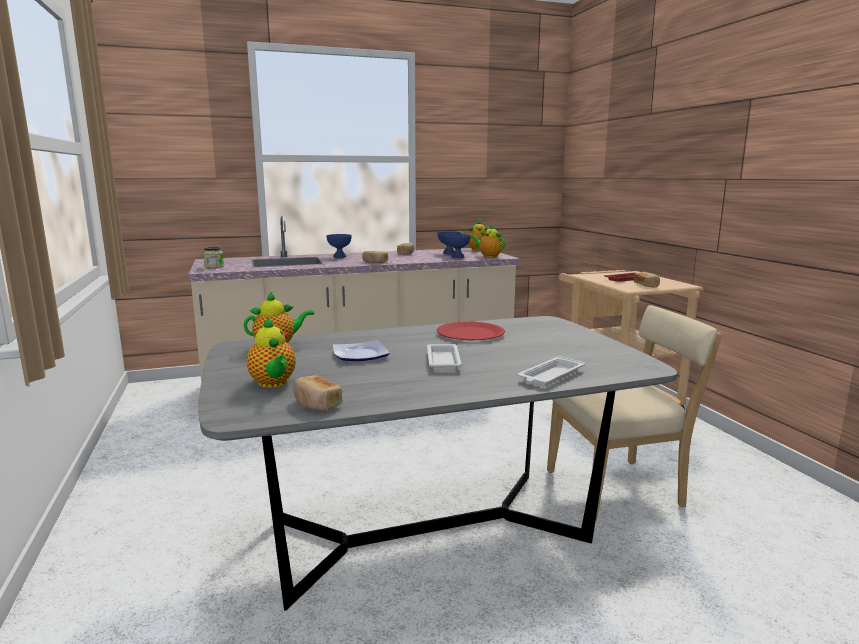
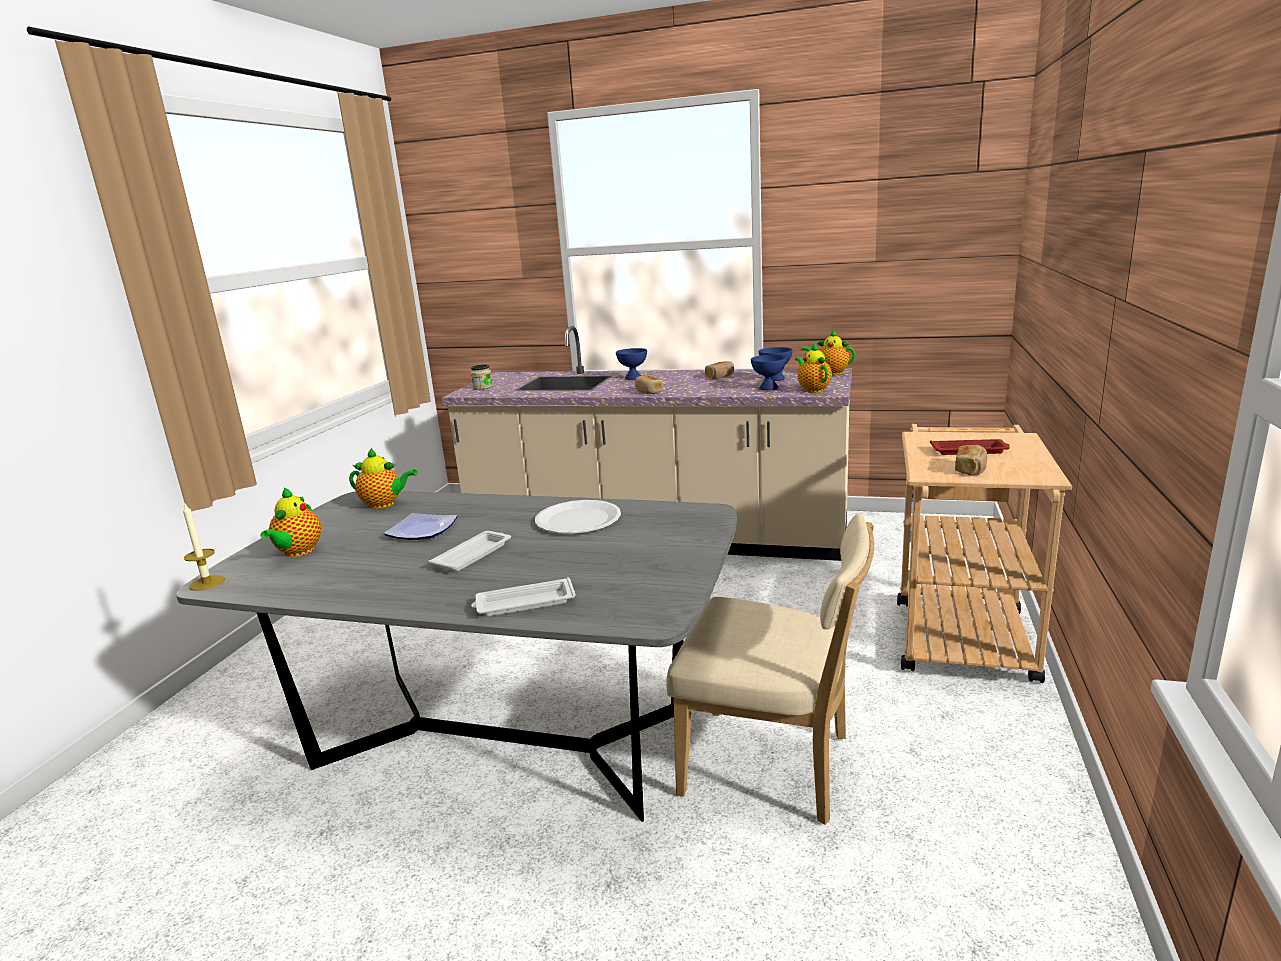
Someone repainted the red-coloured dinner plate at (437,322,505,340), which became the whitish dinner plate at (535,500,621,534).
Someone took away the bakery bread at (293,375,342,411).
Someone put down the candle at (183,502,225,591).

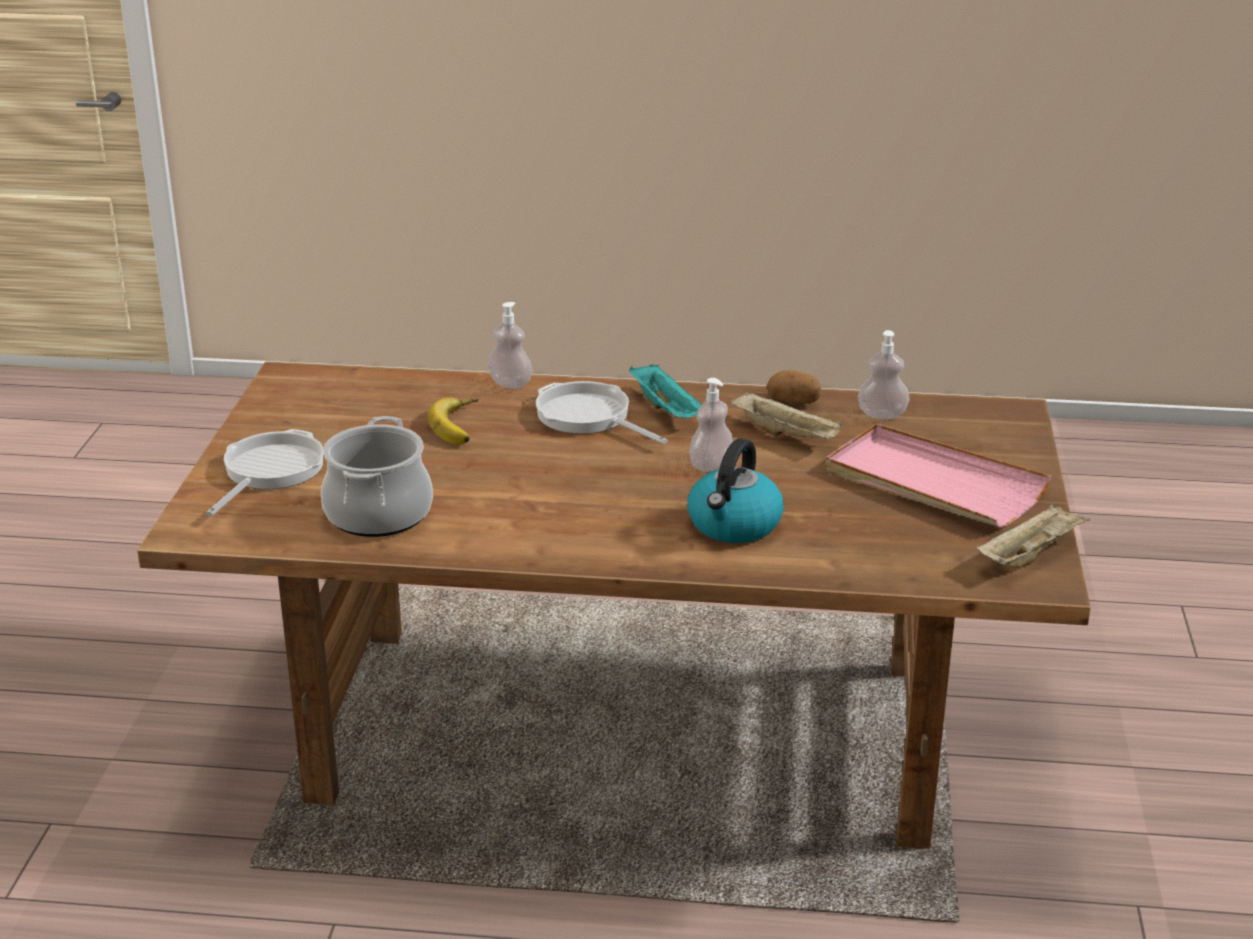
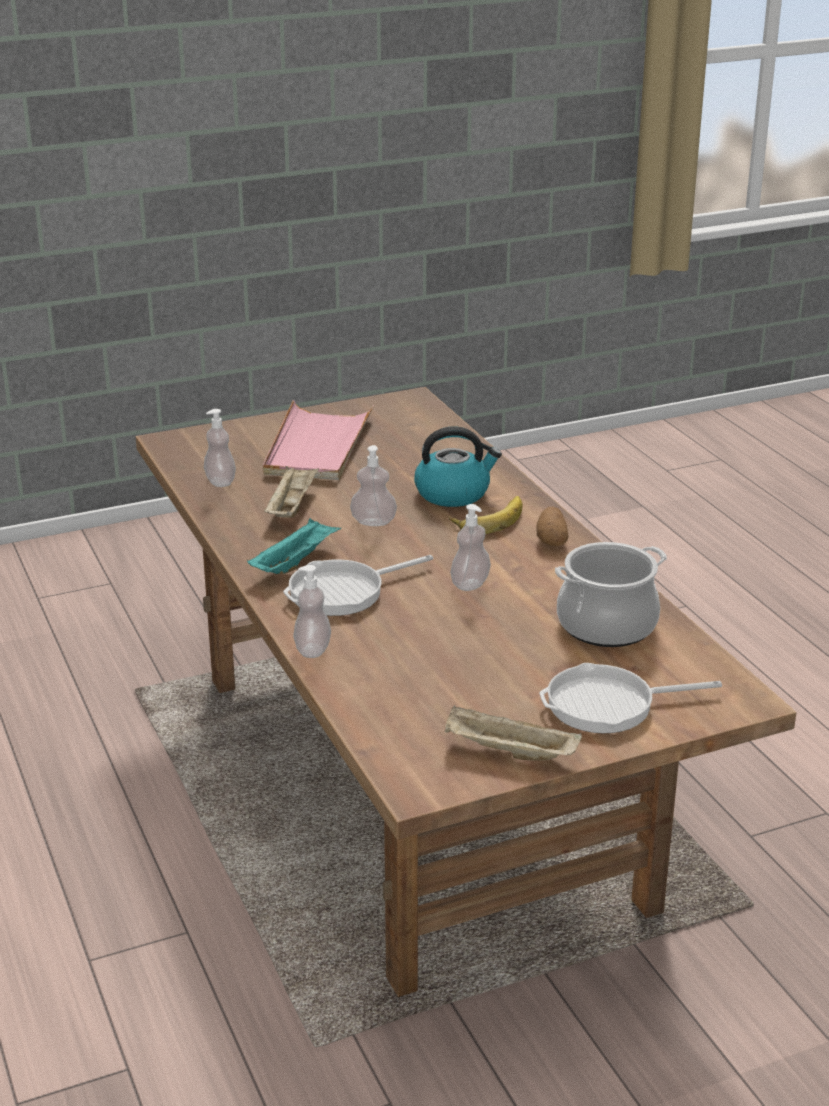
Someone carried the potato from (767,370,821,404) to (537,507,568,546).
Someone rotated the skillet at (536,381,668,444) by 45 degrees clockwise.
Someone carried the banana fruit from (427,397,479,445) to (449,496,523,534).
Someone carried the beige-coloured serving tray from (977,502,1091,568) to (445,705,582,761).
Someone put down the soap dispenser at (450,504,491,591).

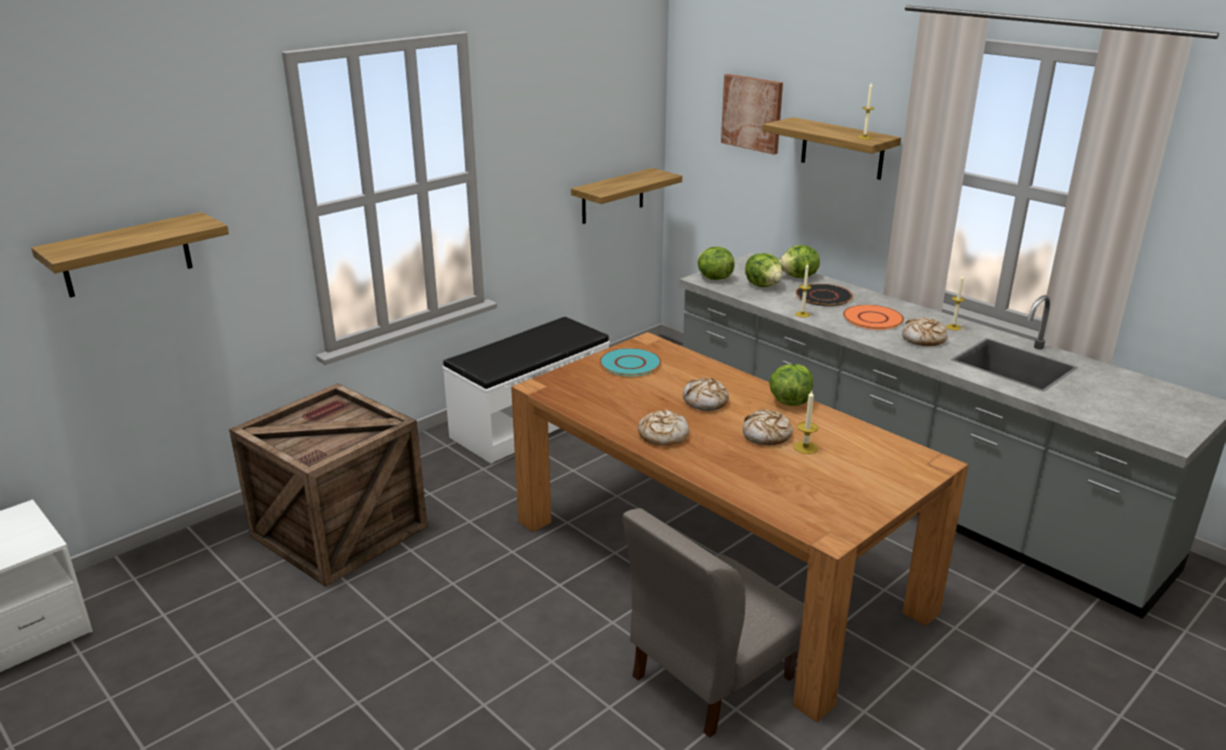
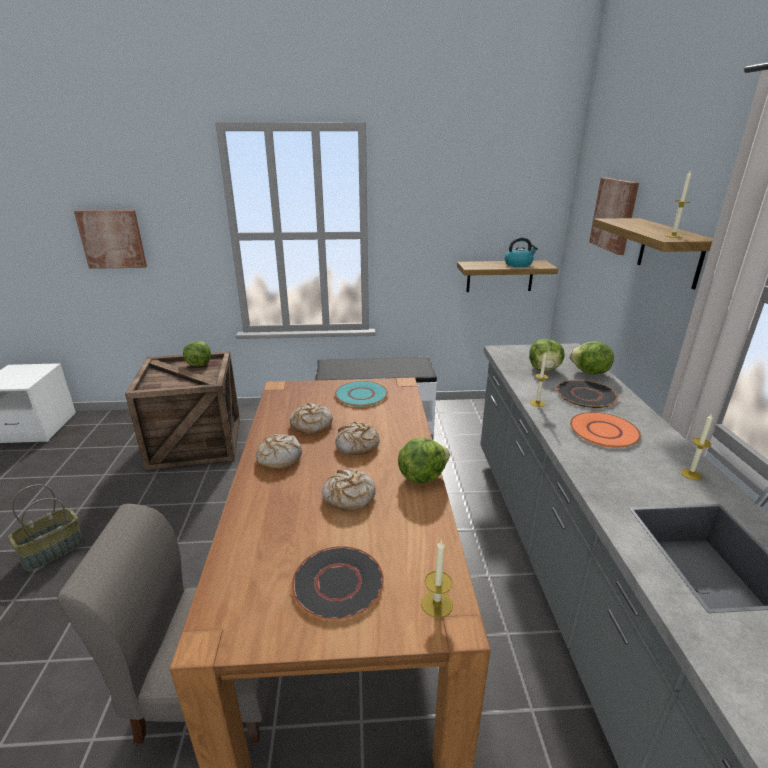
Someone swapped the shelf at (31,212,229,297) for the wall art at (74,210,147,269).
Someone carried the lettuce head from (697,247,735,280) to (183,341,211,367).
Someone carried the bakery bread from (902,317,947,346) to (290,403,333,433).
Someone carried the candle from (794,390,818,454) to (421,539,453,618).
Someone put down the tea kettle at (505,237,538,267).
Someone put down the basket at (8,484,84,571).
Someone put down the blackish dinner plate at (291,546,384,620).

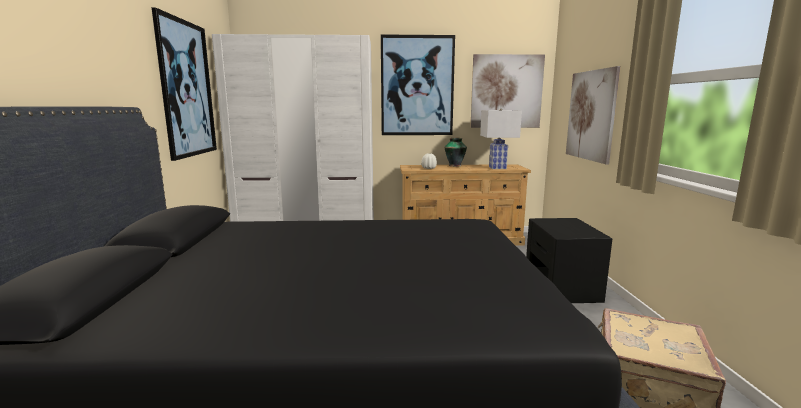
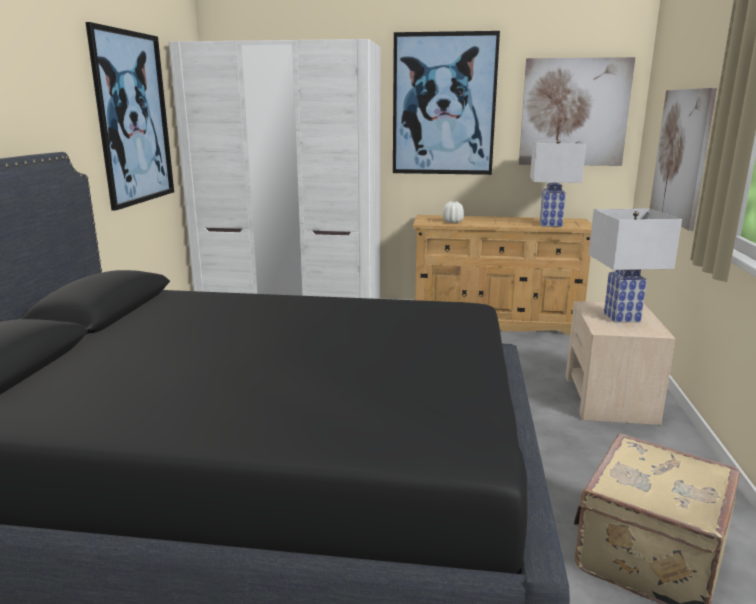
Someone took away the decorative vase at (444,138,467,167).
Someone repainted the blackish nightstand at (526,218,613,303), which became the beige-coloured nightstand at (566,301,675,425).
Someone put down the whitish table lamp at (589,208,682,323).

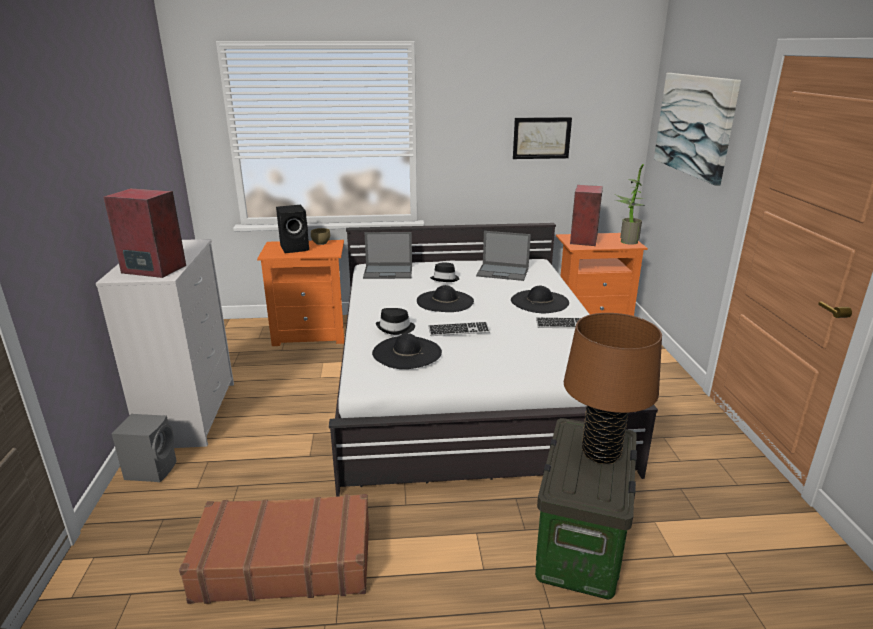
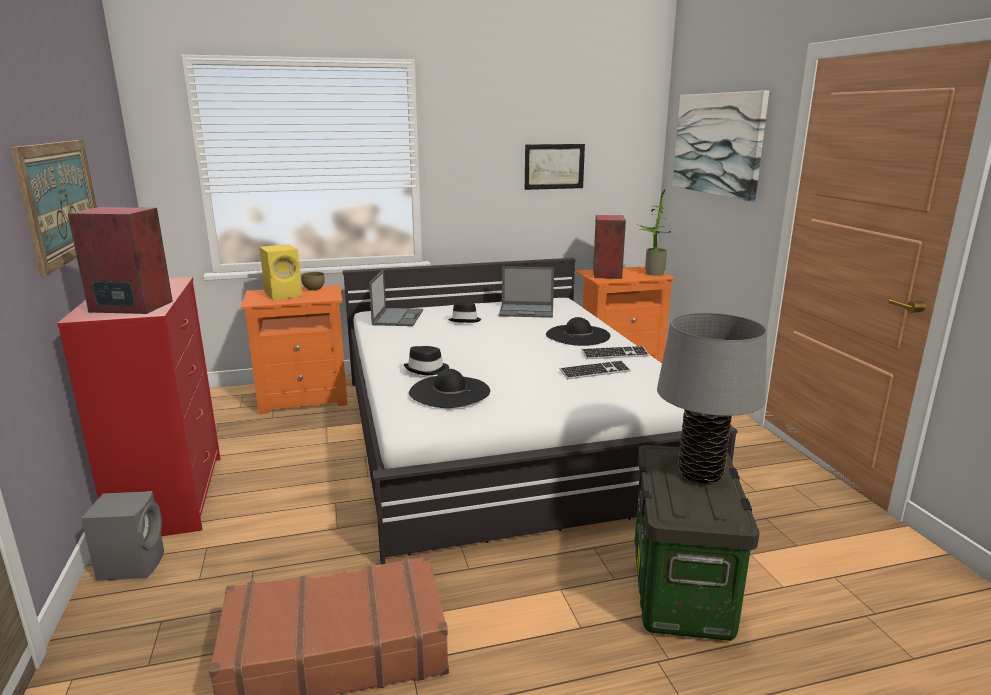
Someone repainted the blackish audio speaker at (276,205,309,253), which became the yellow audio speaker at (259,244,302,300).
Someone rotated the portable computer at (363,232,412,279) by 75 degrees counterclockwise.
Someone repainted the whitish drawer chest at (96,239,234,448), which became the red-coloured drawer chest at (57,277,220,536).
Someone took away the blackish hat at (417,285,474,312).
Someone repainted the brownish table lamp at (564,313,662,464), which became the grey table lamp at (657,312,767,484).
Someone carried the keyboard from (428,322,490,336) to (560,360,631,379).
Someone put up the wall art at (11,140,97,276).

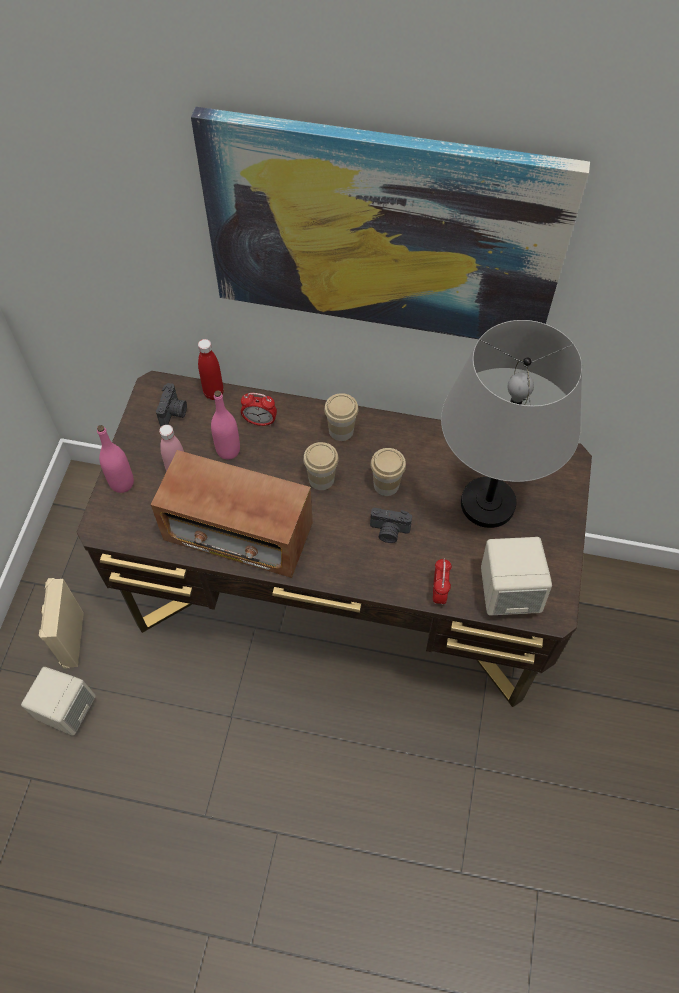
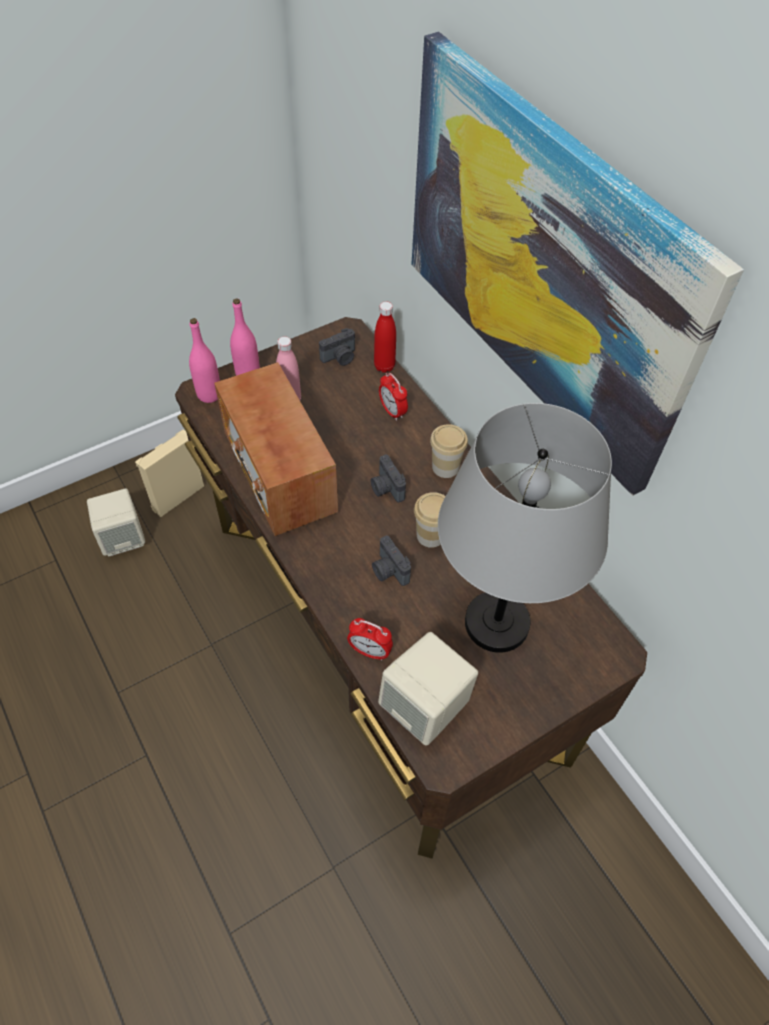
Someone carried the pink drink bottle from (211,390,240,459) to (189,318,220,403).
Someone swapped the small cup at (303,442,339,490) for the photo camera at (370,454,406,503).
Someone rotated the bedside clock at (433,559,452,605) by 60 degrees clockwise.

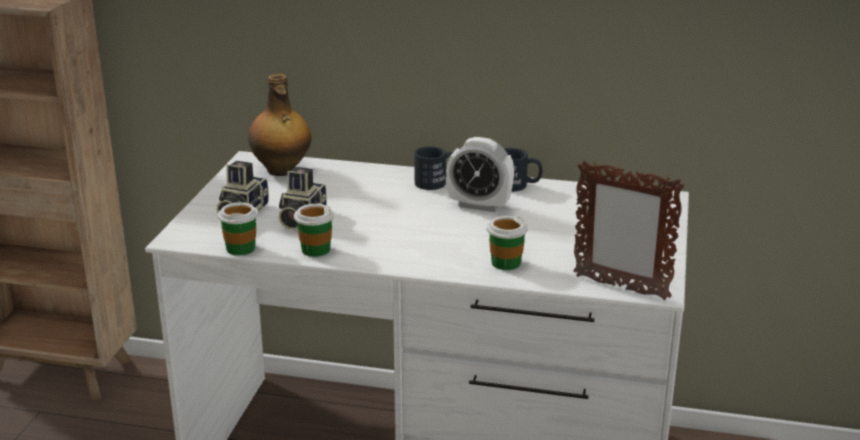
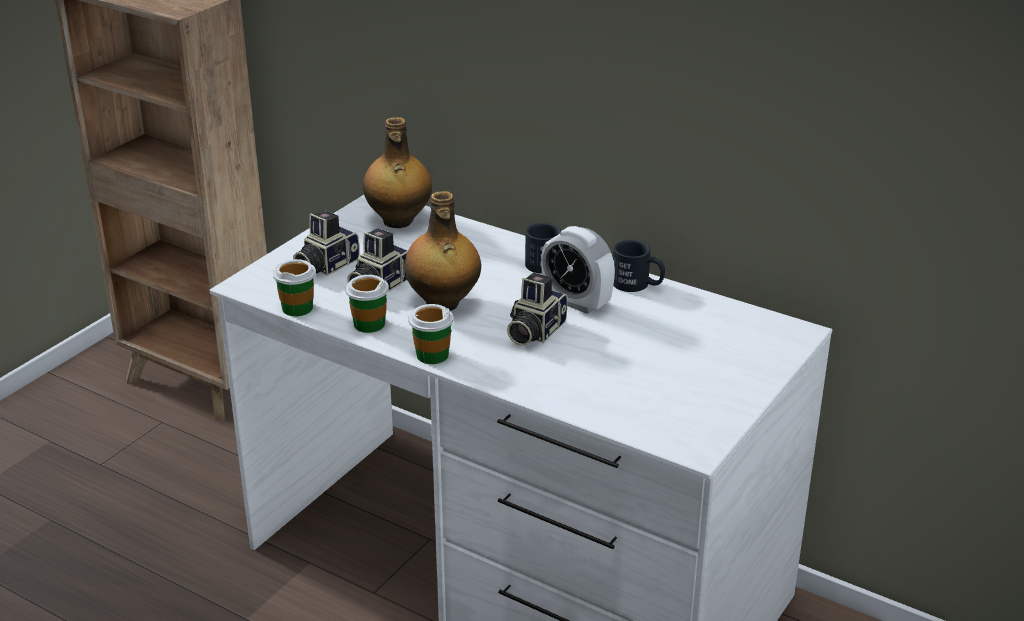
Someone took away the photo frame at (573,160,684,300).
Someone carried the small cup from (487,216,528,270) to (408,304,454,364).
Someone put down the drink bottle at (404,191,481,311).
Someone put down the photo camera at (507,273,567,346).

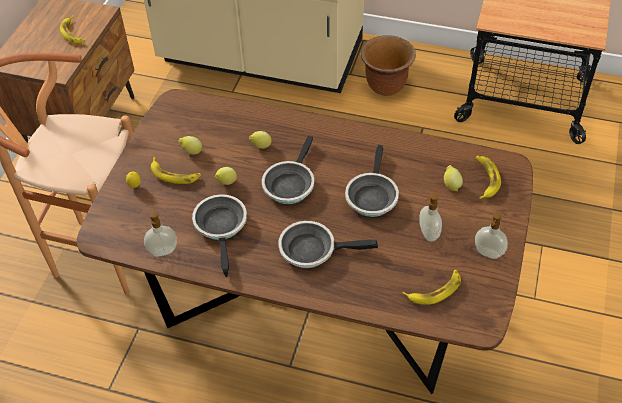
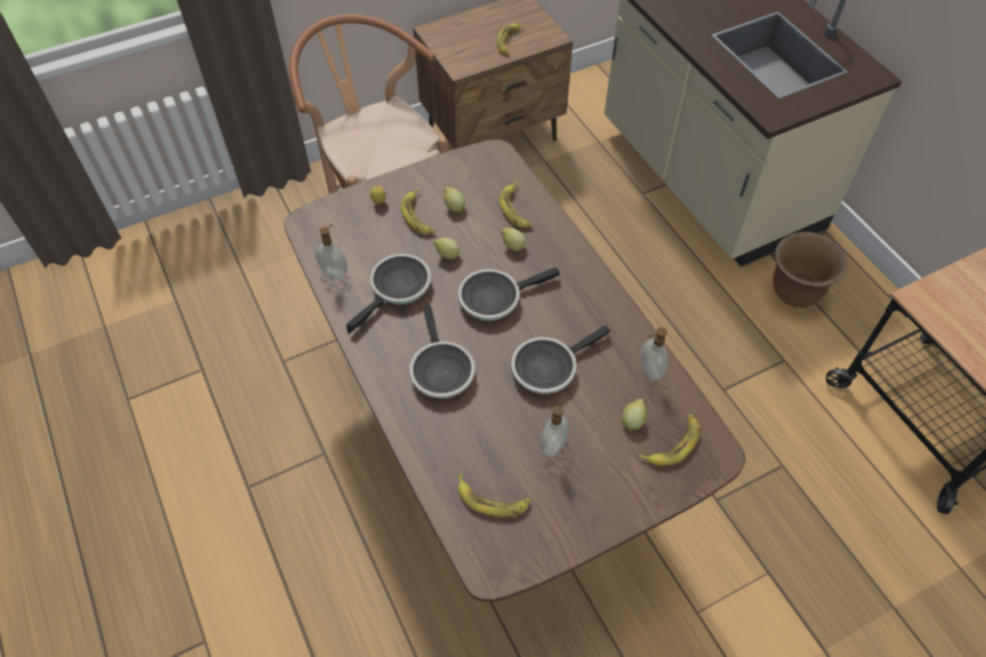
Someone carried the soap dispenser from (475,212,508,259) to (641,327,668,380).
Someone rotated the skillet at (278,221,378,268) by 150 degrees counterclockwise.
Someone put down the banana fruit at (499,182,532,228).

